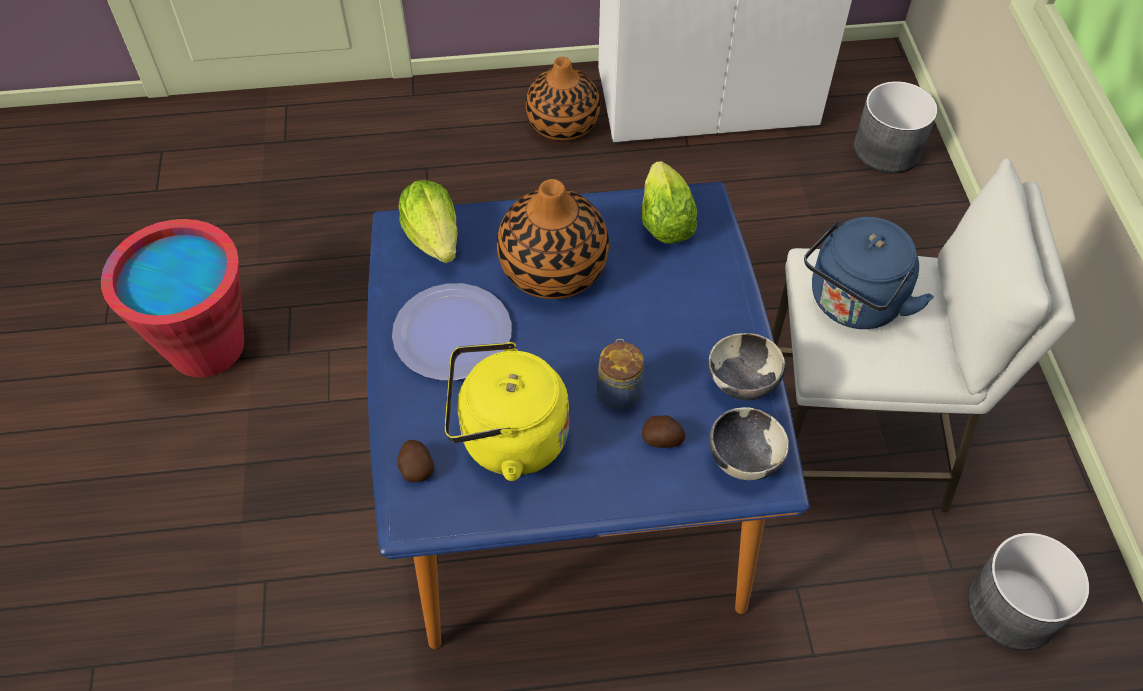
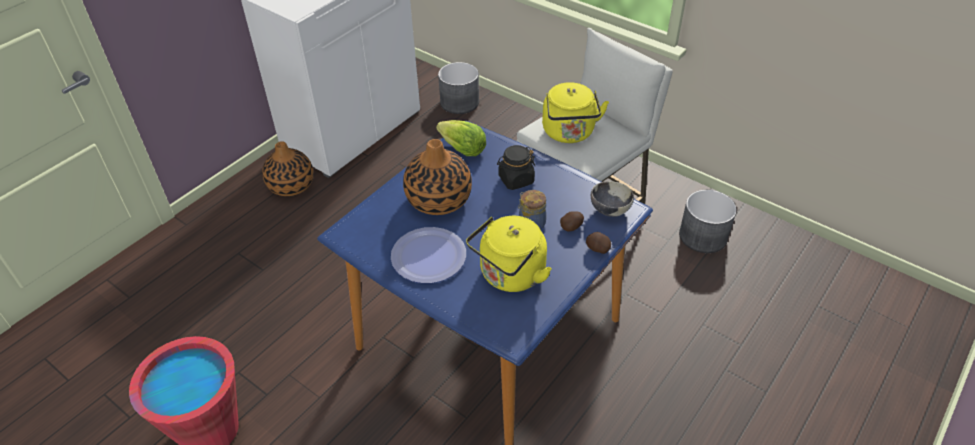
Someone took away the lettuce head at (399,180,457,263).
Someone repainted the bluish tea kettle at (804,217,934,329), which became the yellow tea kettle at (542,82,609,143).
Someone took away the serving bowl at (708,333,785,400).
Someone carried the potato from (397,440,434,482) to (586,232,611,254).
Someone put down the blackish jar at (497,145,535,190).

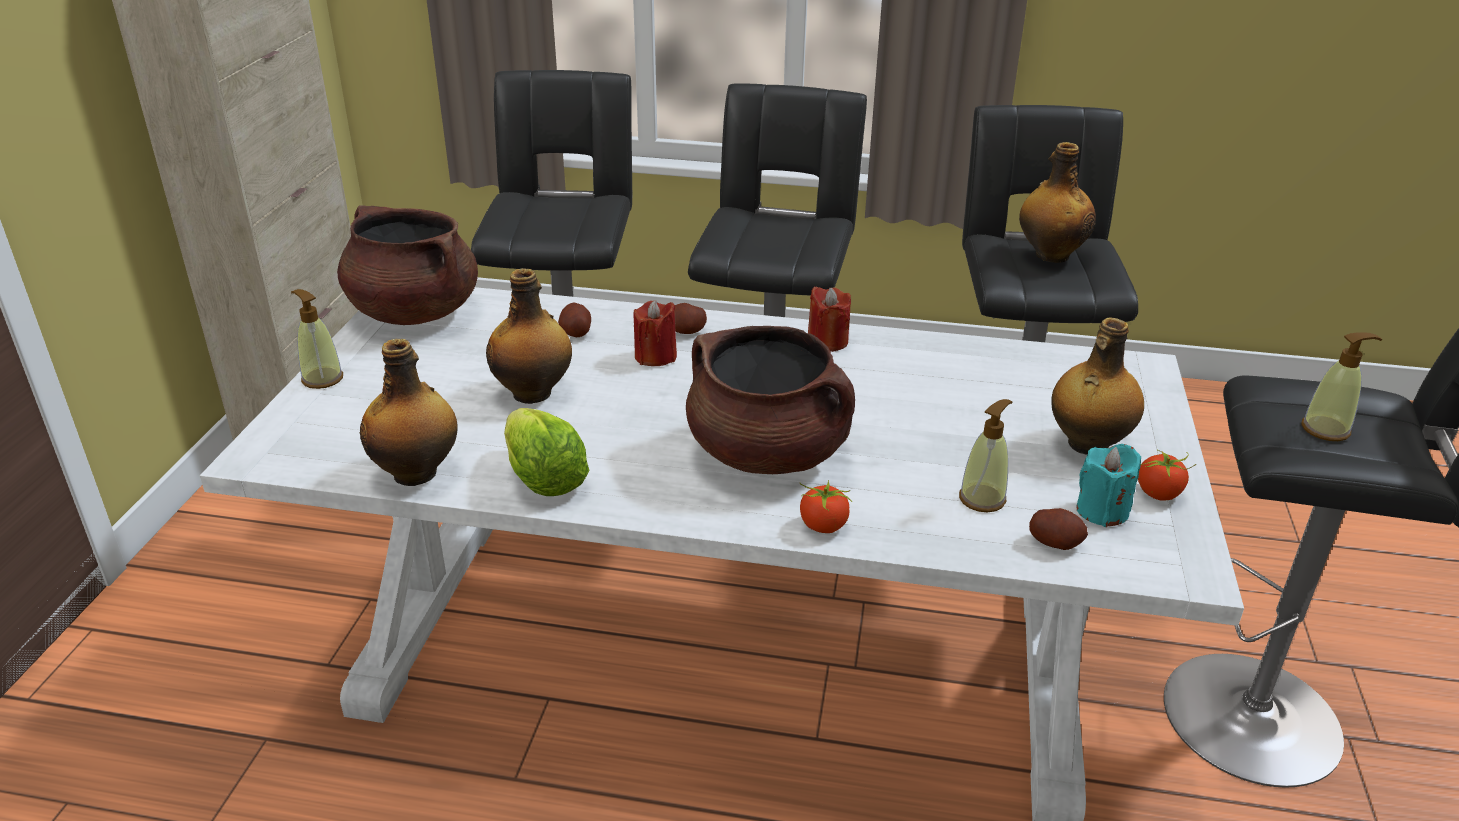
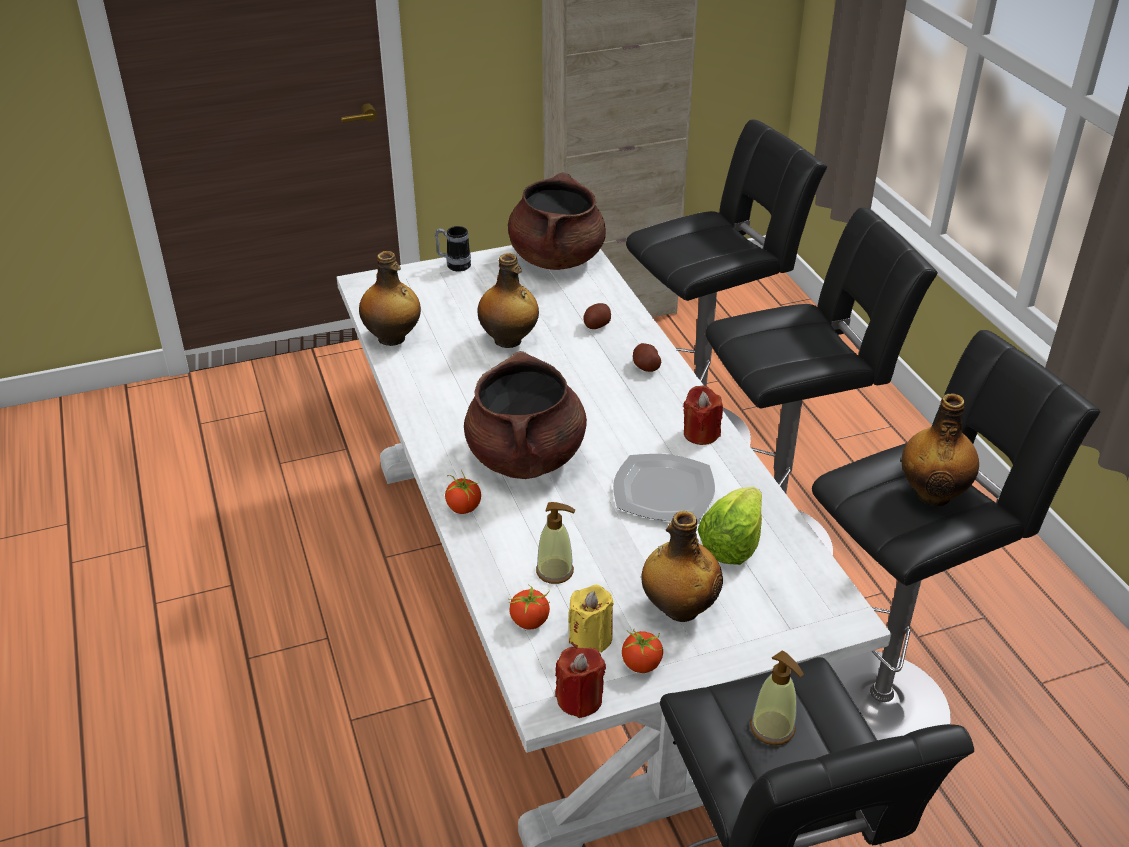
Someone swapped the soap dispenser at (291,289,343,389) for the coffee mug at (435,226,471,272).
Someone carried the red-coloured candle from (633,300,677,366) to (555,647,606,718).
Someone carried the lettuce head from (504,408,590,496) to (698,487,762,565).
Someone repainted the turquoise candle at (1077,444,1141,527), which became the yellow candle at (568,585,614,652).
Someone swapped the potato at (1029,508,1088,550) for the whole tomato at (508,584,550,630).
Someone put down the dinner plate at (613,454,715,521).

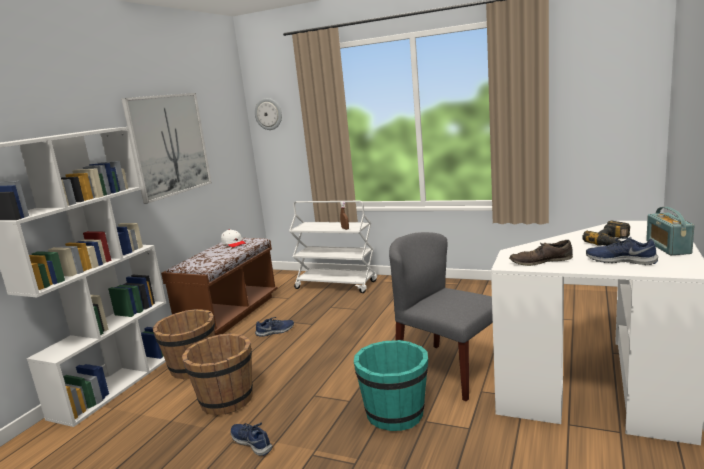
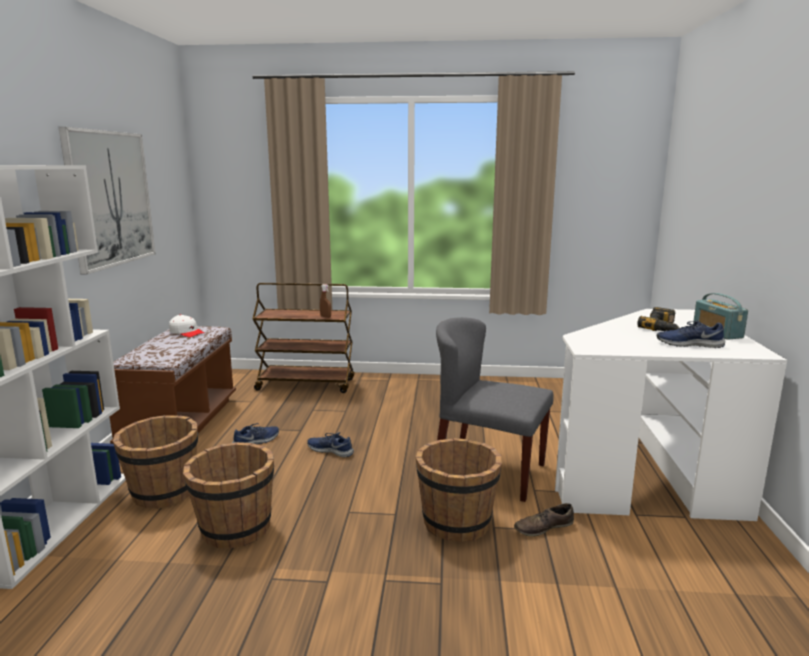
Someone took away the clock on the wall at (255,98,282,130).
Someone repainted the whitish trolley at (289,201,377,293), which became the brownish trolley at (253,283,354,393).
Someone carried the brownish item of footwear from (509,240,573,266) to (514,503,574,537).
Someone repainted the turquoise pail at (354,340,428,431), which became the brownish pail at (416,438,502,542).
Someone carried the bluish item of footwear from (231,423,272,456) to (307,432,354,457).

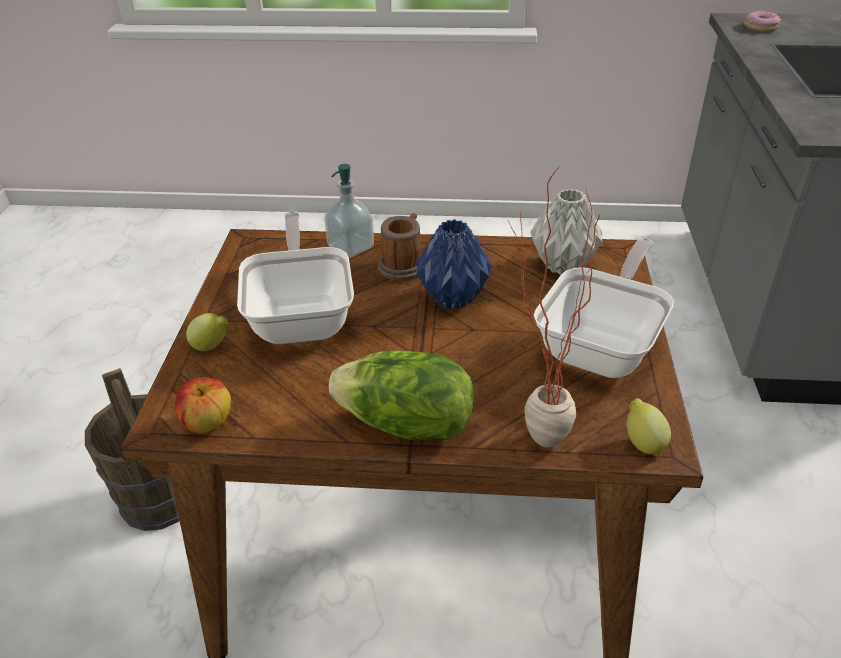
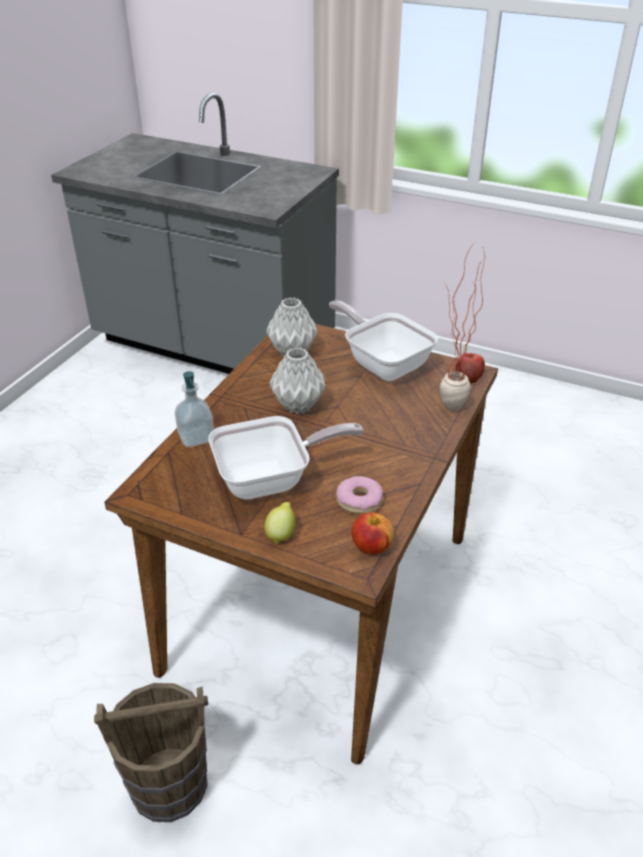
Someone carried the doughnut from (744,11,781,32) to (336,476,383,514).
Someone rotated the skillet at (237,211,354,344) by 150 degrees clockwise.
Someone took away the coffee mug at (378,213,422,281).
Someone repainted the bluish decorative vase at (416,219,492,310), which became the grey decorative vase at (270,348,326,414).
Someone took away the lettuce head at (329,350,474,440).
Someone swapped the whole lemon at (627,398,671,455) for the apple at (456,353,485,383).

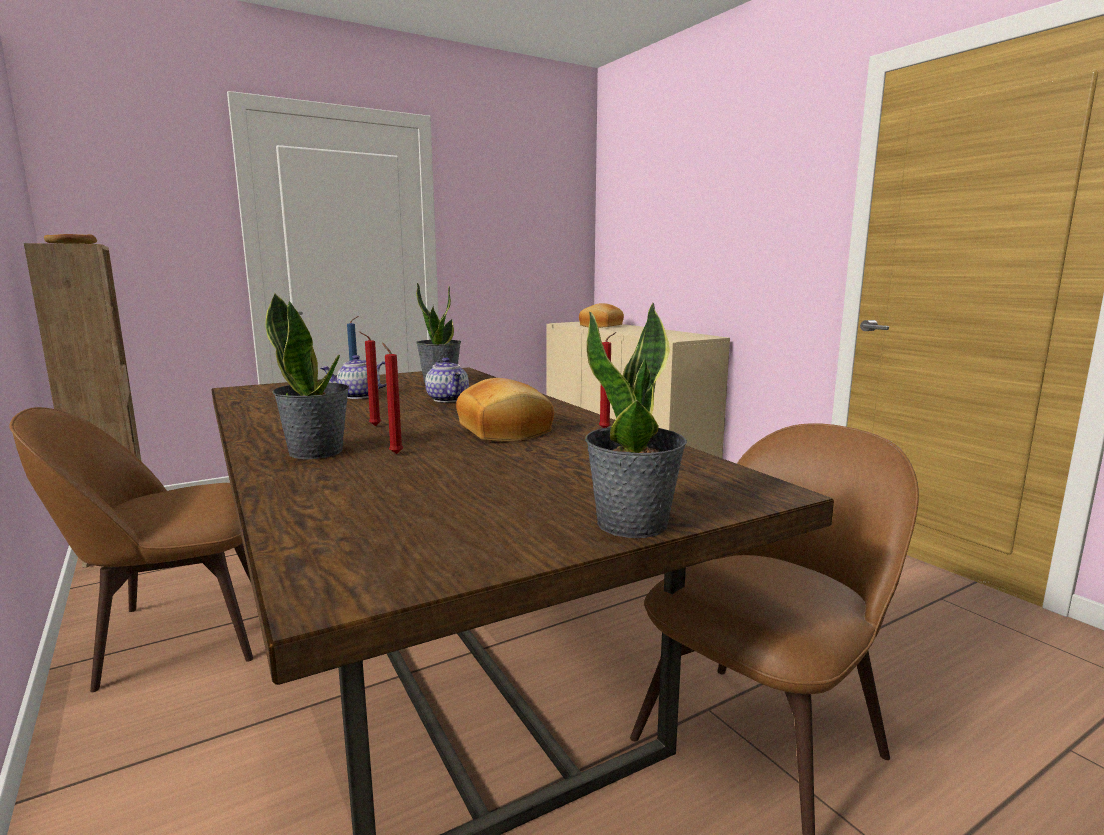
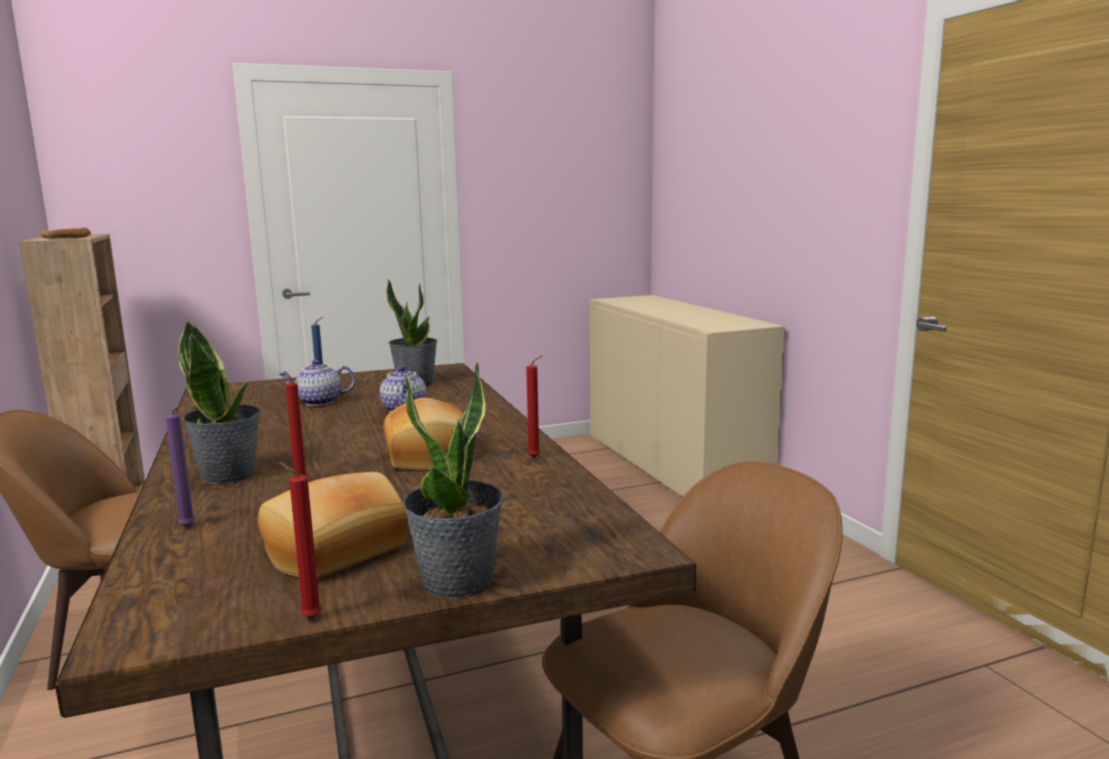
Someone carried the bakery bread from (579,303,624,328) to (258,472,408,578).
Someone carried the red-coloured candle from (359,332,381,426) to (278,462,322,619).
Someone put down the purple-coloured candle at (165,403,195,527).

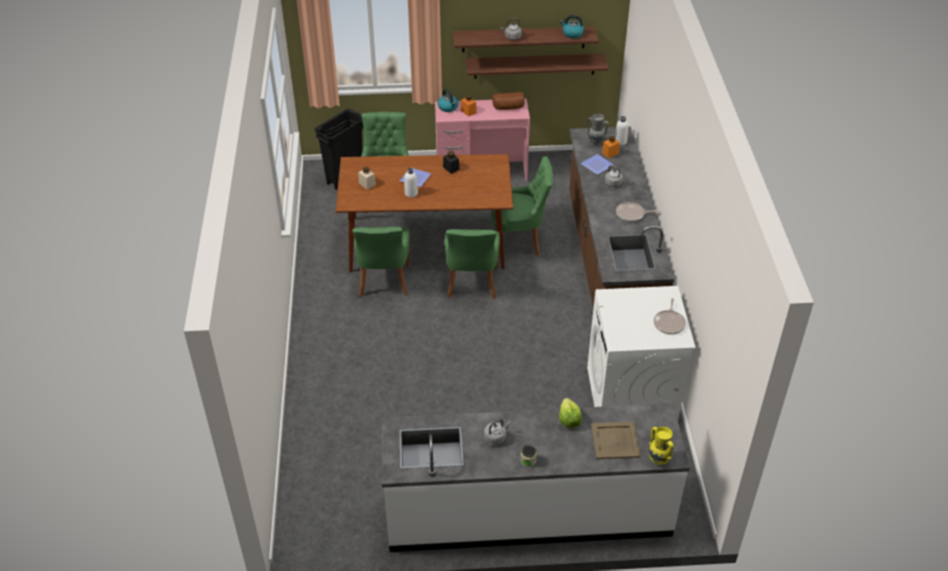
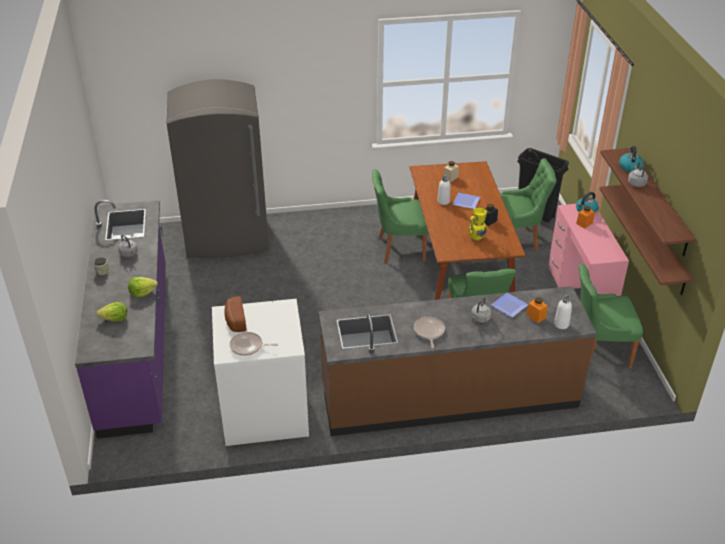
Someone carried the tea kettle from (560,15,584,38) to (619,146,644,172).
Someone carried the bakery bread from (492,92,525,110) to (224,296,247,332).
Someone took away the grey decorative vase at (587,114,609,146).
Someone carried the greenish upright chair from (445,229,500,299) to (579,263,643,368).
Someone repainted the whitish kitchen base unit at (381,403,690,552), which became the purple-coloured kitchen base unit at (75,200,166,438).
Someone swapped the beige-coloured serving tray at (591,422,641,459) for the lettuce head at (96,302,127,322).
Someone carried the yellow decorative vase from (648,426,674,465) to (469,208,487,241).
Someone put down the grey kitchen fridge at (166,79,269,258).

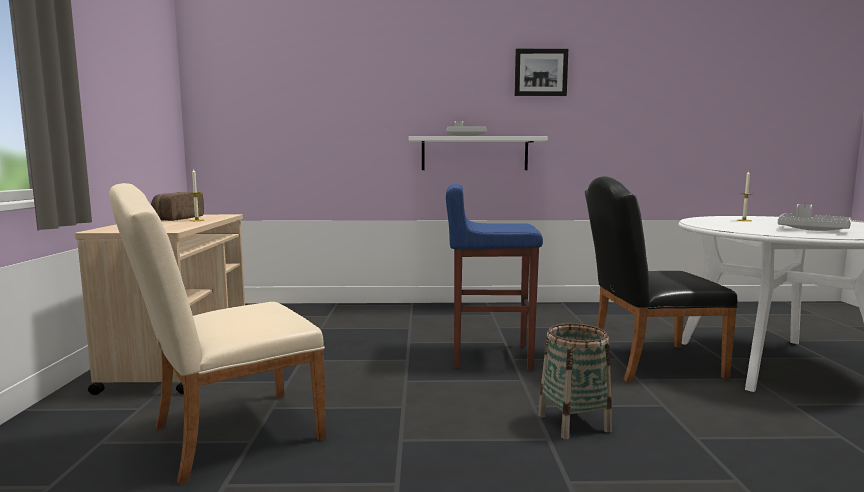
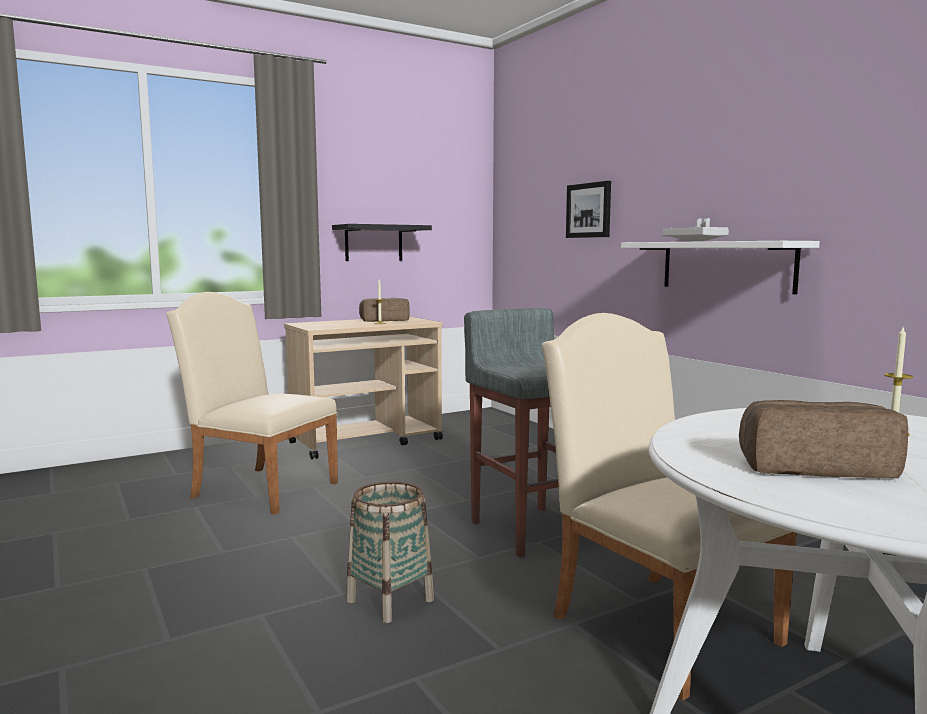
Someone carried the wall art from (514,49,568,96) to (566,181,611,238).
Someone repainted the blackish upright chair at (585,176,738,382), which became the beige-coloured upright chair at (542,313,796,701).
Someone repainted the bluish sitting stool at (446,184,543,370), which became the grey sitting stool at (464,308,591,558).
Someone swapped the grey serving tray at (778,204,851,231) for the bakery bread at (739,400,908,478).
Someone put up the blackish shelf at (332,224,432,261).

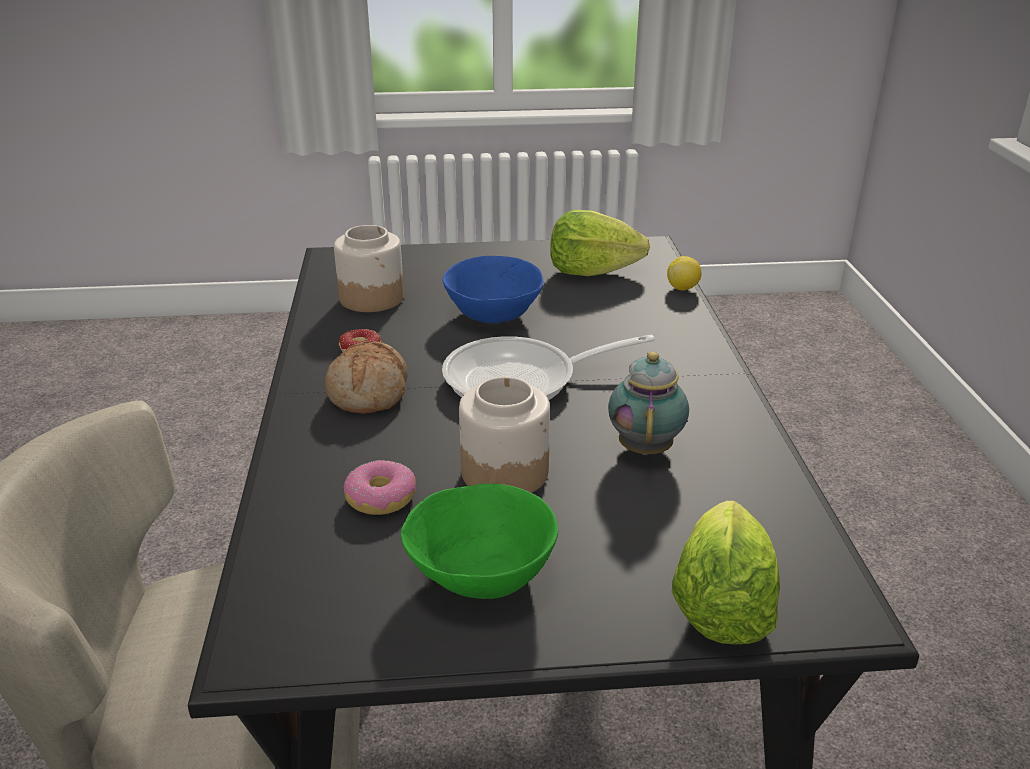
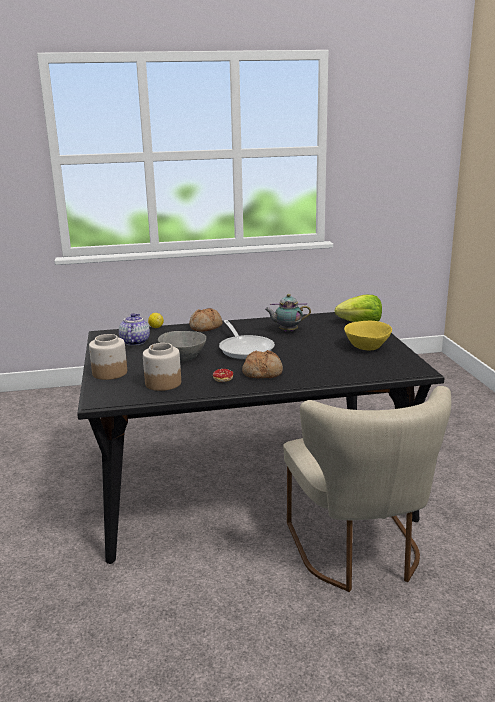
Someone swapped the lettuce head at (550,210,650,276) for the tea pot at (119,313,150,346).
Someone repainted the bluish serving bowl at (442,256,543,323), which became the grey serving bowl at (158,331,206,361).
Someone carried the jar from (459,377,550,493) to (89,334,127,380).
Someone took away the doughnut at (344,460,416,515).
Someone repainted the greenish serving bowl at (401,484,558,599), which became the yellow serving bowl at (344,321,392,350).
Someone put down the bakery bread at (189,308,222,332).

